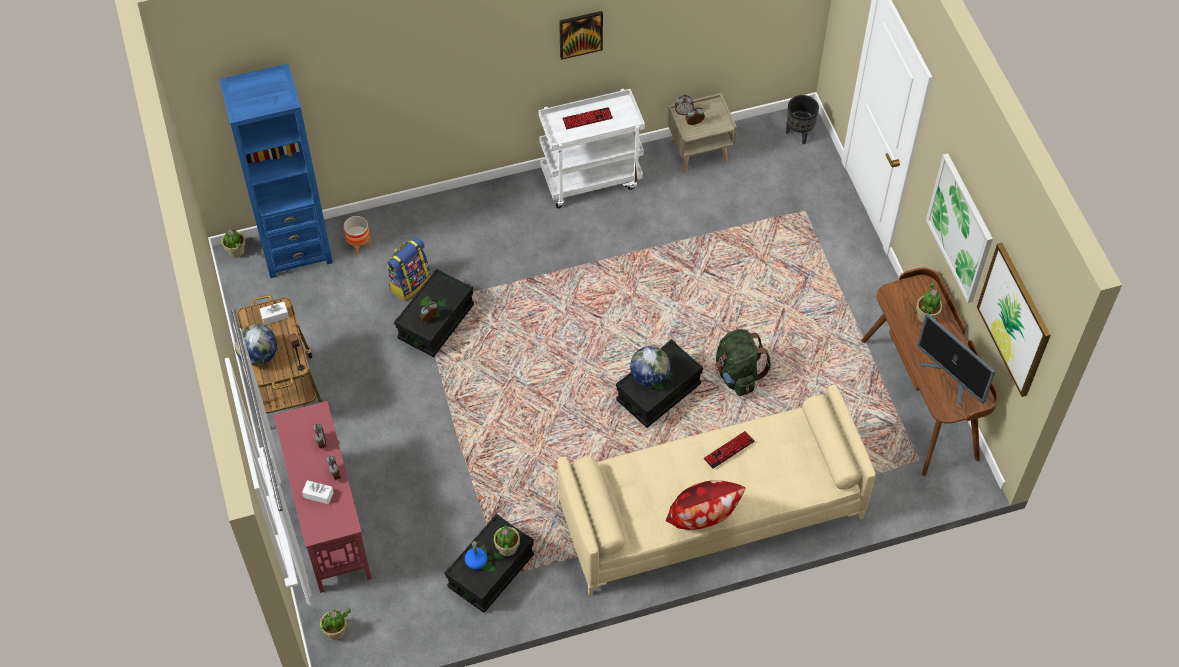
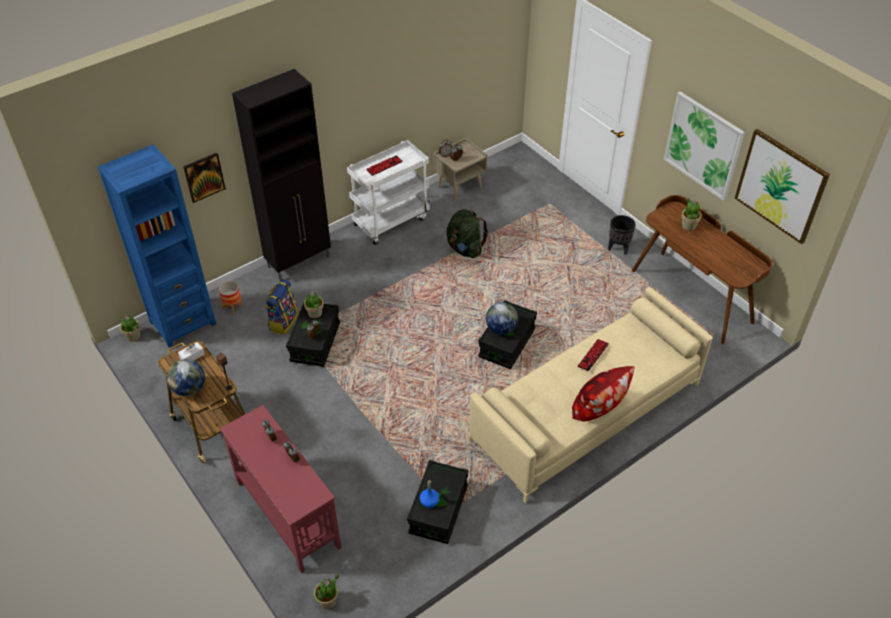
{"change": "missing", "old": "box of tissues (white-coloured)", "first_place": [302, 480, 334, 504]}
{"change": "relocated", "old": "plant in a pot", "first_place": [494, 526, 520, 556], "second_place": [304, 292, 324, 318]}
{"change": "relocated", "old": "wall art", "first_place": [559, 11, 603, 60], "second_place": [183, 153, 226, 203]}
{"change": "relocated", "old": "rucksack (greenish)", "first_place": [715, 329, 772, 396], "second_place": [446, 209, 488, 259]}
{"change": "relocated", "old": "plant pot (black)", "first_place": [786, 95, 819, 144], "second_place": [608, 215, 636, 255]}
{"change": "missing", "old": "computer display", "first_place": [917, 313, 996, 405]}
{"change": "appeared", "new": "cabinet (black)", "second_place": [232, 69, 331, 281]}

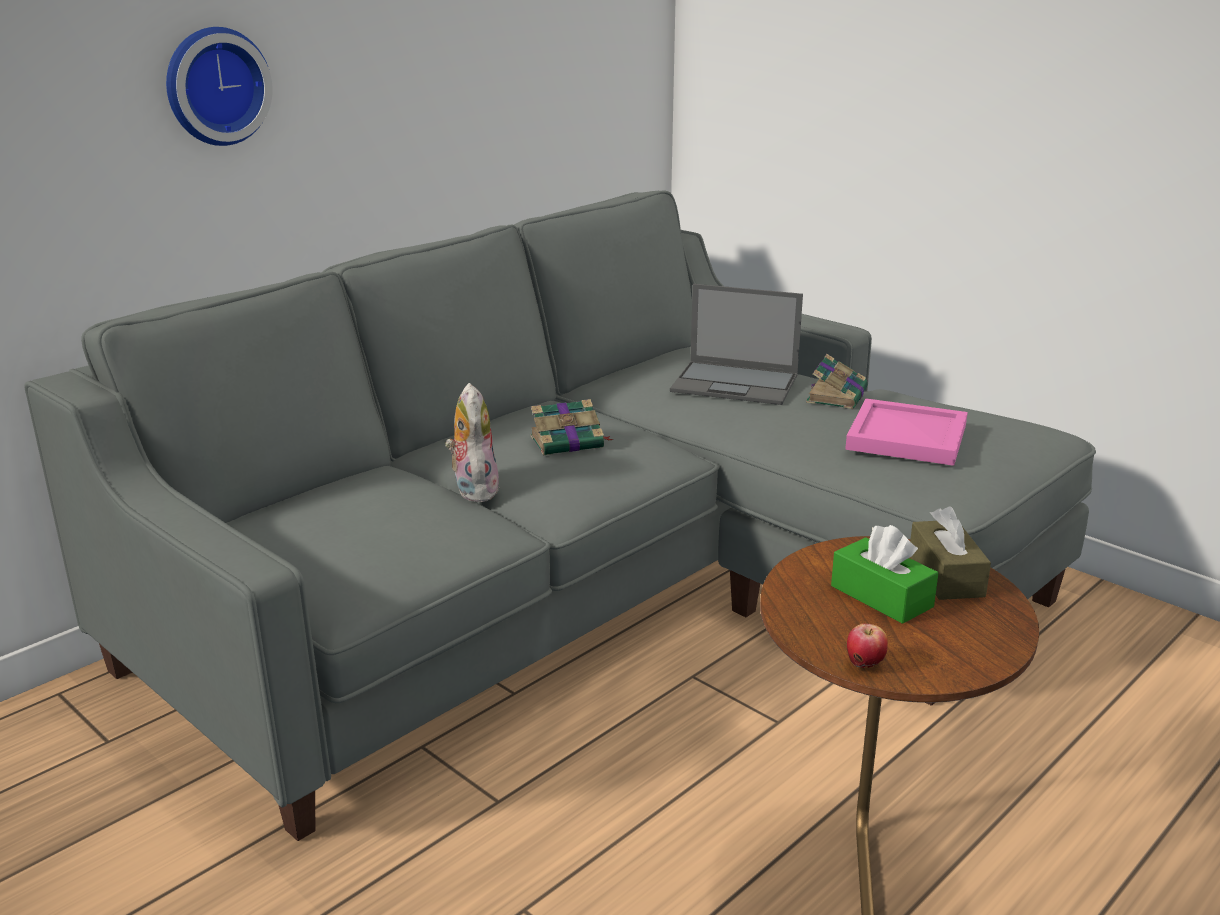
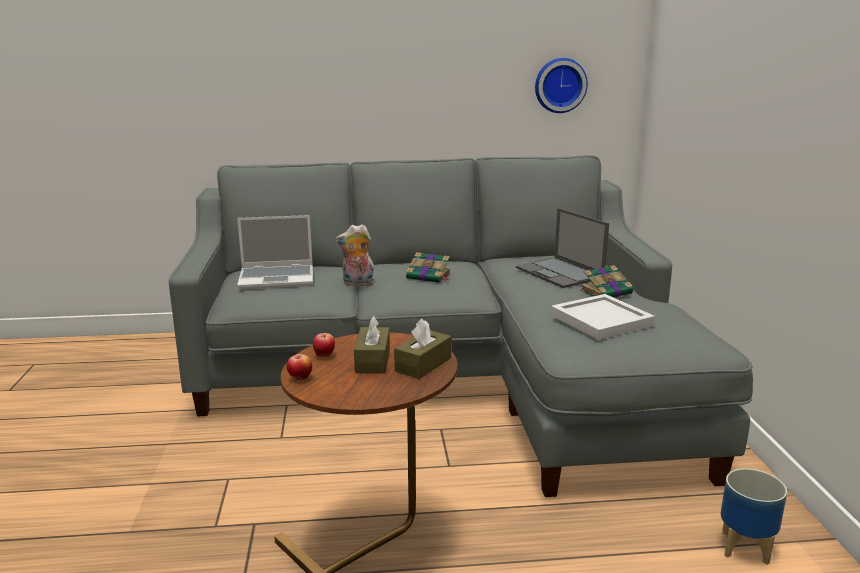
{"change": "relocated", "old": "hanging clock", "first_place": [166, 27, 273, 146], "second_place": [535, 58, 588, 113]}
{"change": "spun", "old": "soft toy", "first_place": [445, 383, 500, 502], "second_place": [336, 224, 375, 286], "degrees": -120}
{"change": "colour", "old": "box of tissues (greenish)", "new": "box of tissues (brown-coloured)", "first_place": [831, 525, 938, 624], "second_place": [354, 315, 390, 373]}
{"change": "colour", "old": "tray (pink)", "new": "tray (white-coloured)", "first_place": [845, 399, 968, 466], "second_place": [551, 294, 655, 340]}
{"change": "appeared", "new": "portable computer", "second_place": [237, 215, 313, 290]}
{"change": "appeared", "new": "apple fruit", "second_place": [313, 333, 335, 357]}
{"change": "appeared", "new": "plant pot", "second_place": [721, 468, 787, 565]}

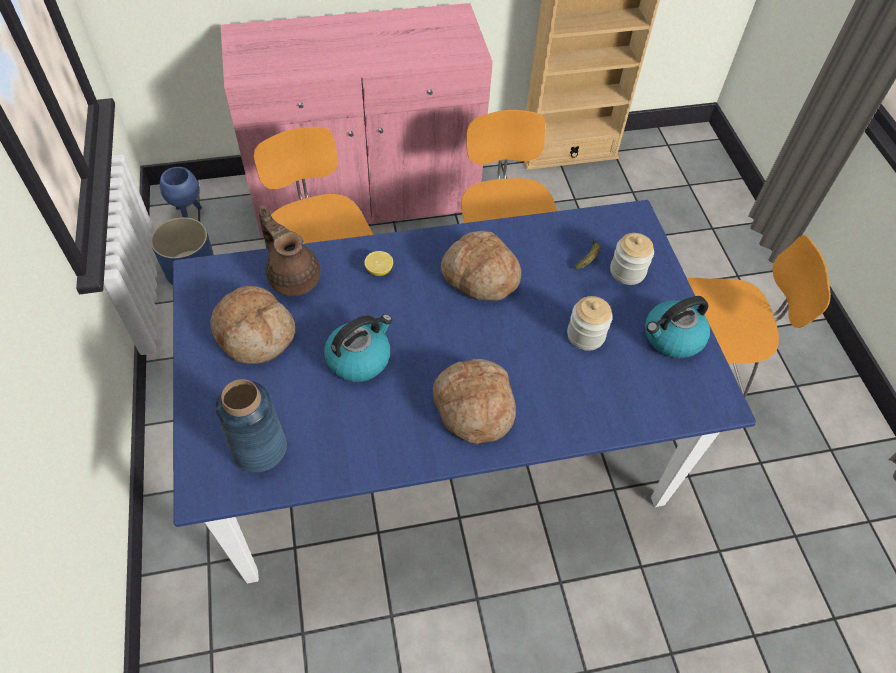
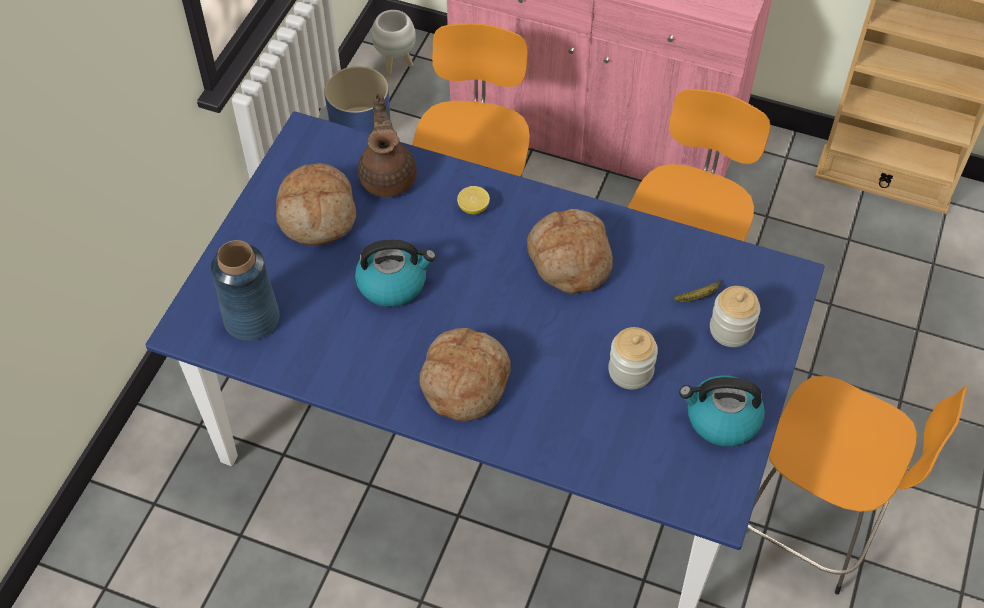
{"change": "colour", "old": "plant pot (blue)", "new": "plant pot (white-coloured)", "first_place": [160, 167, 202, 218], "second_place": [371, 10, 416, 76]}

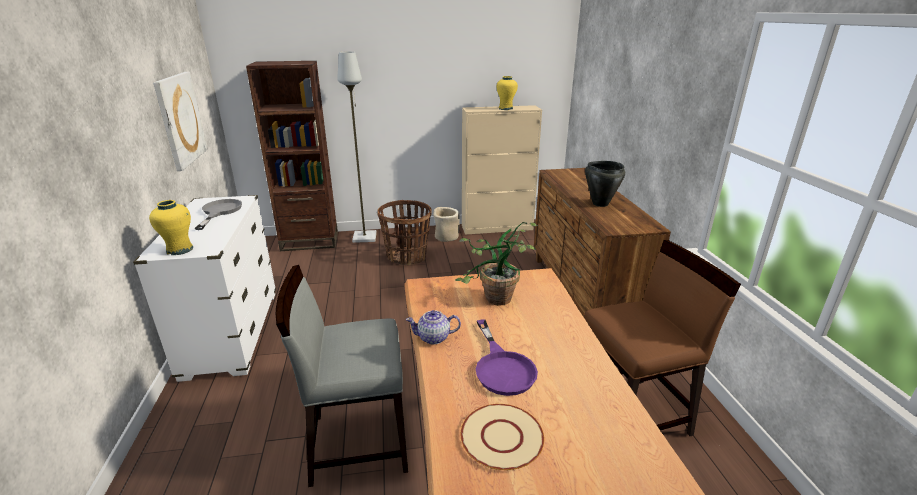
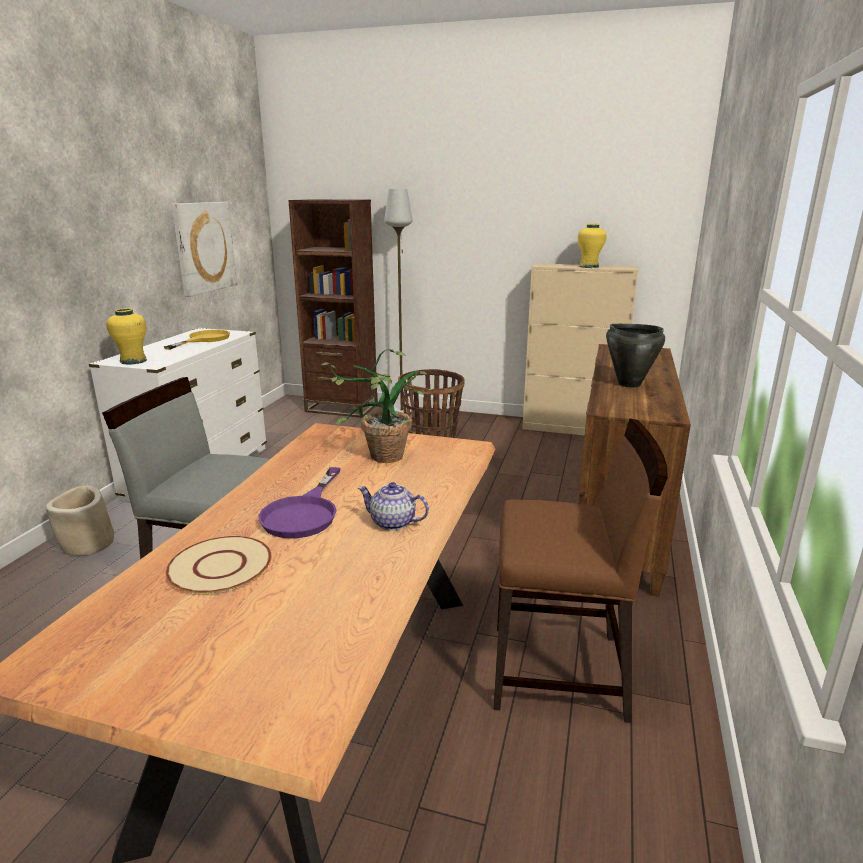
{"change": "colour", "old": "frying pan (gray)", "new": "frying pan (yellow-coloured)", "first_place": [195, 199, 242, 230], "second_place": [164, 330, 230, 350]}
{"change": "relocated", "old": "pot for tea", "first_place": [406, 310, 461, 345], "second_place": [358, 482, 429, 531]}
{"change": "relocated", "old": "plant pot (sand-coloured)", "first_place": [433, 207, 460, 242], "second_place": [45, 486, 114, 556]}

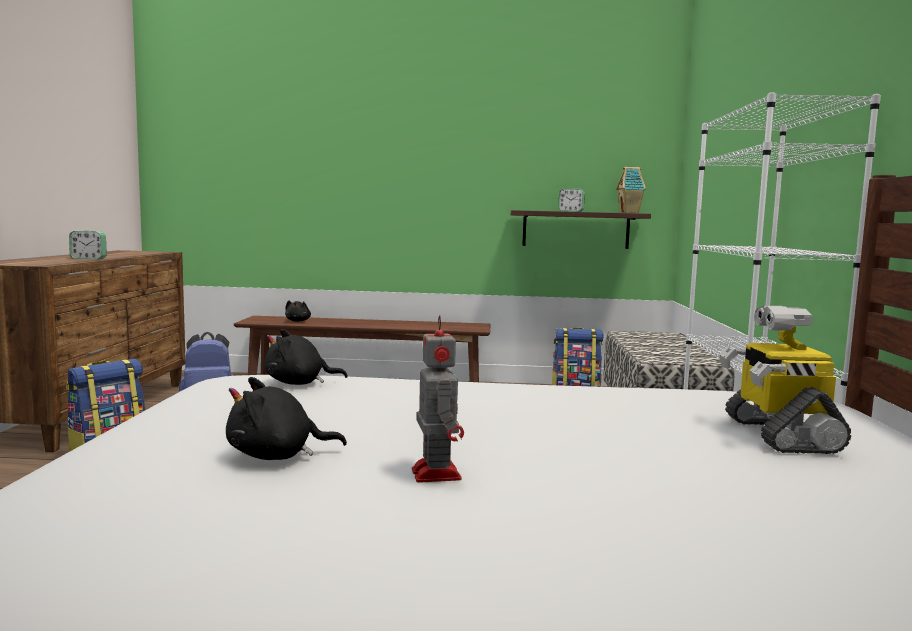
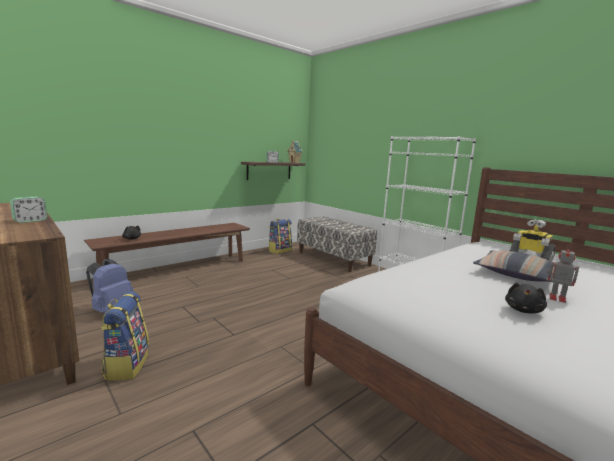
{"change": "missing", "old": "soft toy (black)", "first_place": [264, 329, 348, 385]}
{"change": "appeared", "new": "pillow", "second_place": [473, 250, 554, 282]}

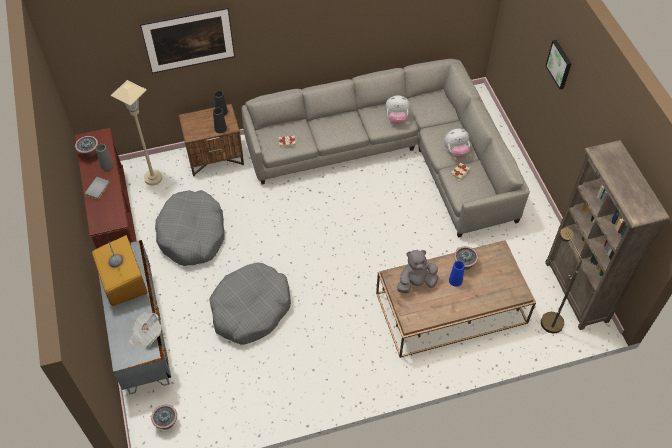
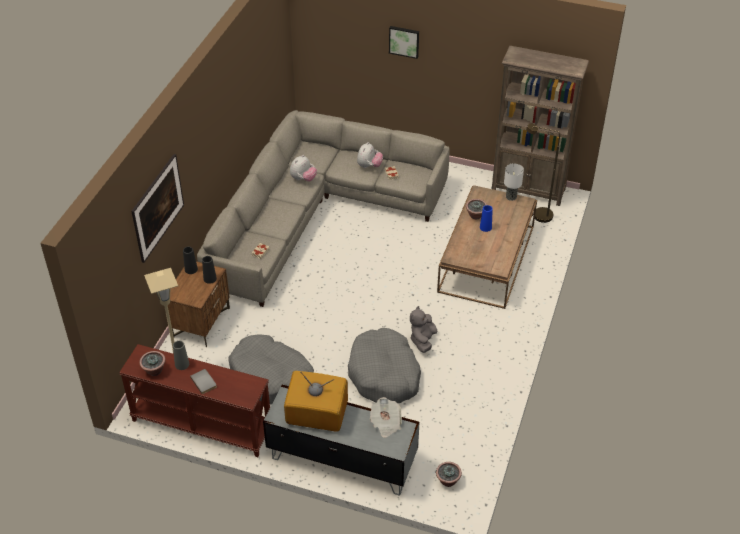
{"change": "relocated", "old": "soft toy (gray)", "first_place": [397, 250, 439, 293], "second_place": [410, 306, 437, 353]}
{"change": "appeared", "new": "tabletop lamp", "second_place": [504, 163, 524, 201]}

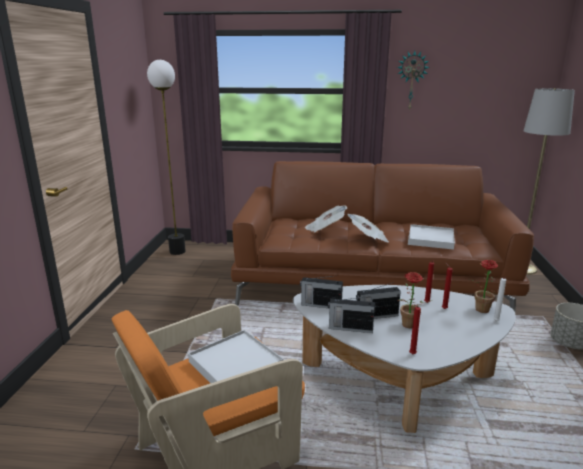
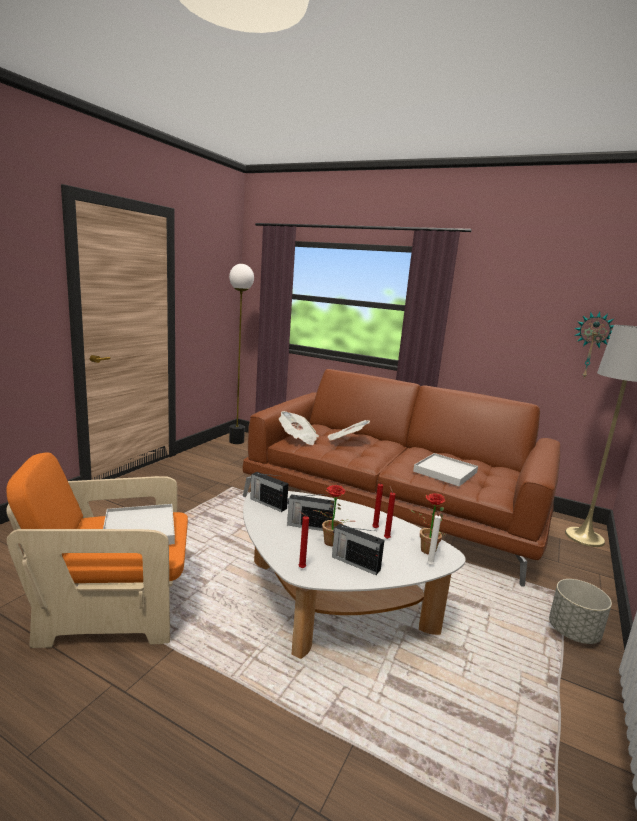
{"change": "relocated", "old": "radio receiver", "first_place": [328, 296, 375, 333], "second_place": [332, 524, 384, 575]}
{"change": "relocated", "old": "daily paper", "first_place": [347, 214, 390, 243], "second_place": [279, 411, 319, 445]}
{"change": "relocated", "old": "hanging clock", "first_place": [397, 51, 430, 111], "second_place": [574, 312, 614, 378]}

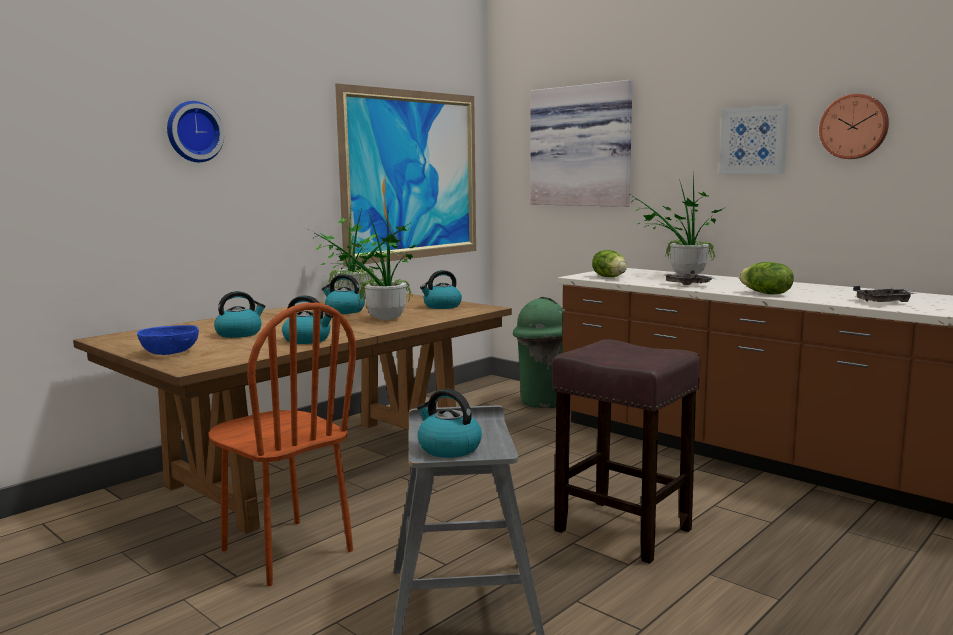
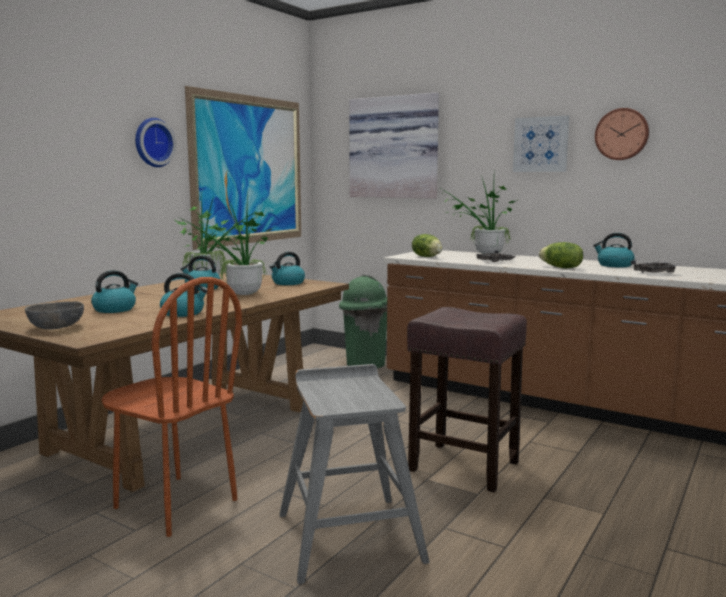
{"change": "colour", "old": "bowl (blue)", "new": "bowl (gray)", "first_place": [137, 325, 199, 355], "second_place": [25, 301, 84, 329]}
{"change": "relocated", "old": "hanging clock", "first_place": [167, 101, 224, 162], "second_place": [135, 118, 176, 167]}
{"change": "relocated", "old": "water kettle", "first_place": [417, 389, 482, 458], "second_place": [593, 233, 635, 267]}

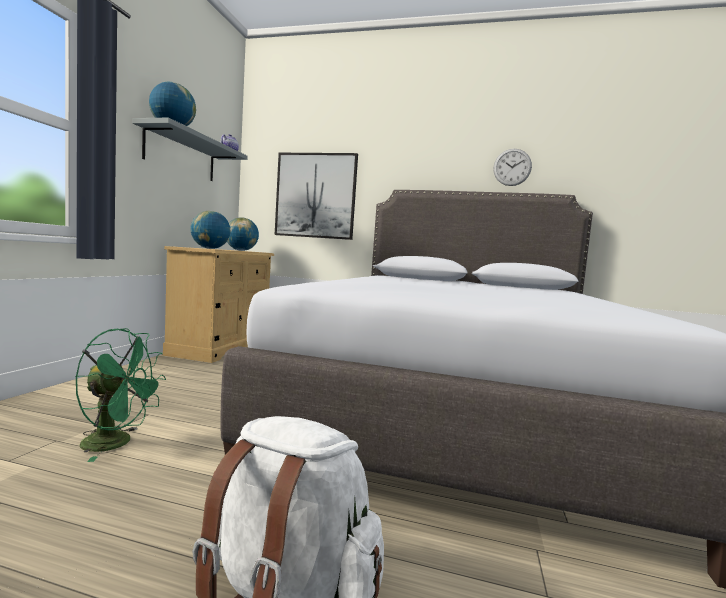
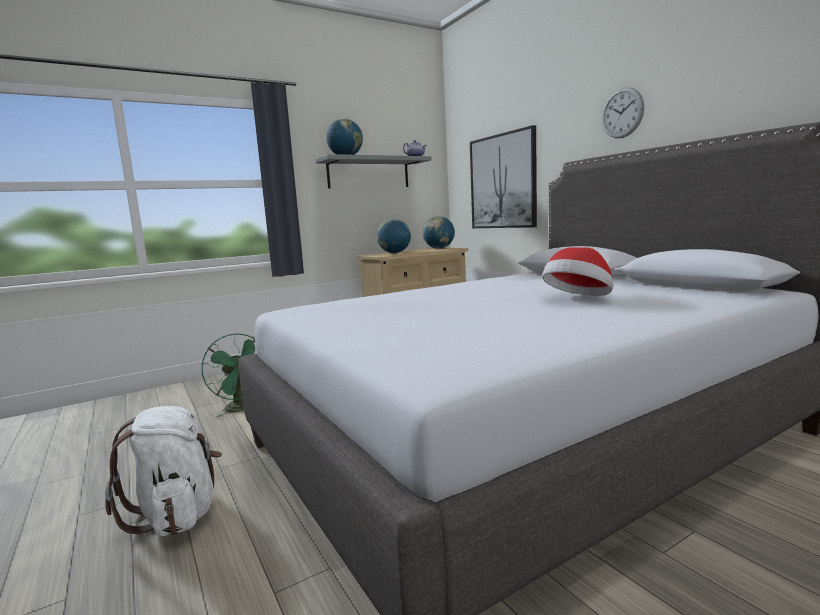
{"change": "relocated", "old": "hanging clock", "first_place": [493, 149, 532, 186], "second_place": [602, 87, 644, 138]}
{"change": "appeared", "new": "clothing hat", "second_place": [542, 247, 614, 296]}

